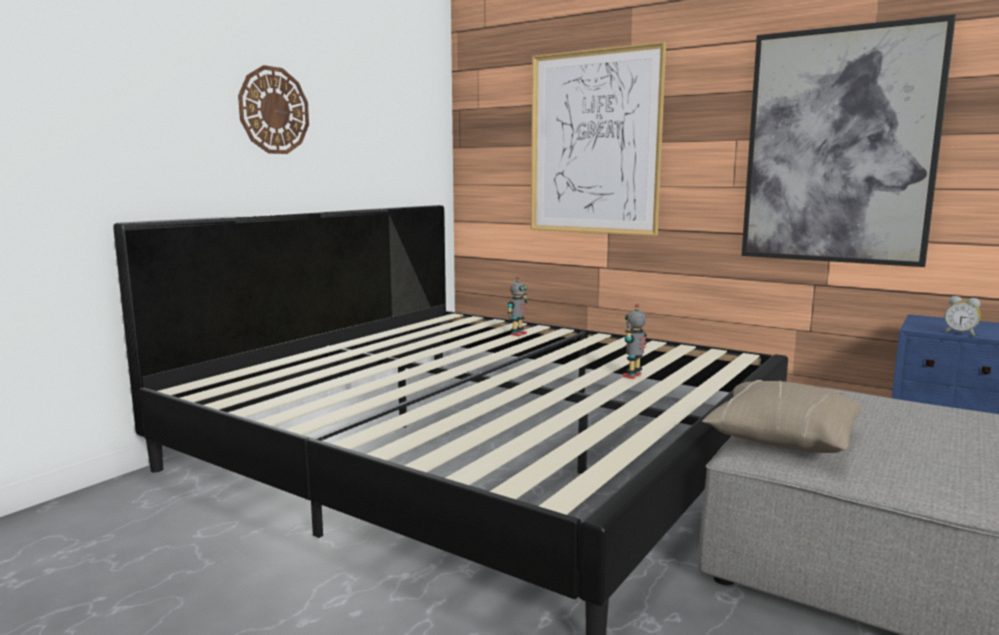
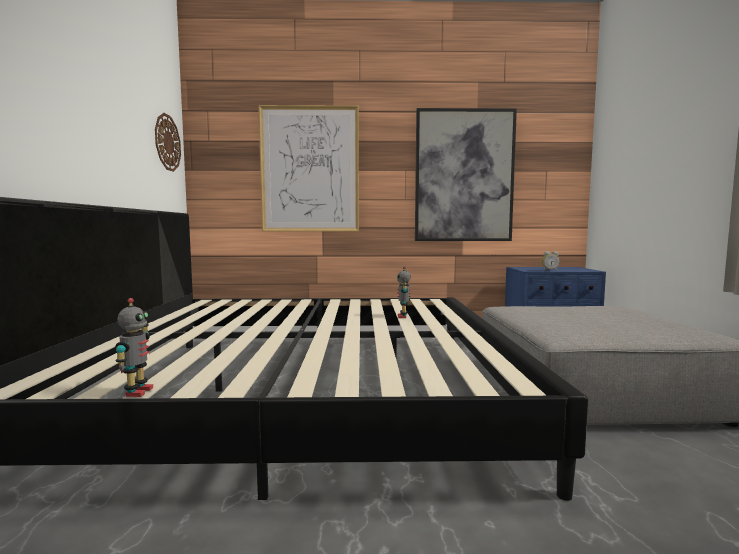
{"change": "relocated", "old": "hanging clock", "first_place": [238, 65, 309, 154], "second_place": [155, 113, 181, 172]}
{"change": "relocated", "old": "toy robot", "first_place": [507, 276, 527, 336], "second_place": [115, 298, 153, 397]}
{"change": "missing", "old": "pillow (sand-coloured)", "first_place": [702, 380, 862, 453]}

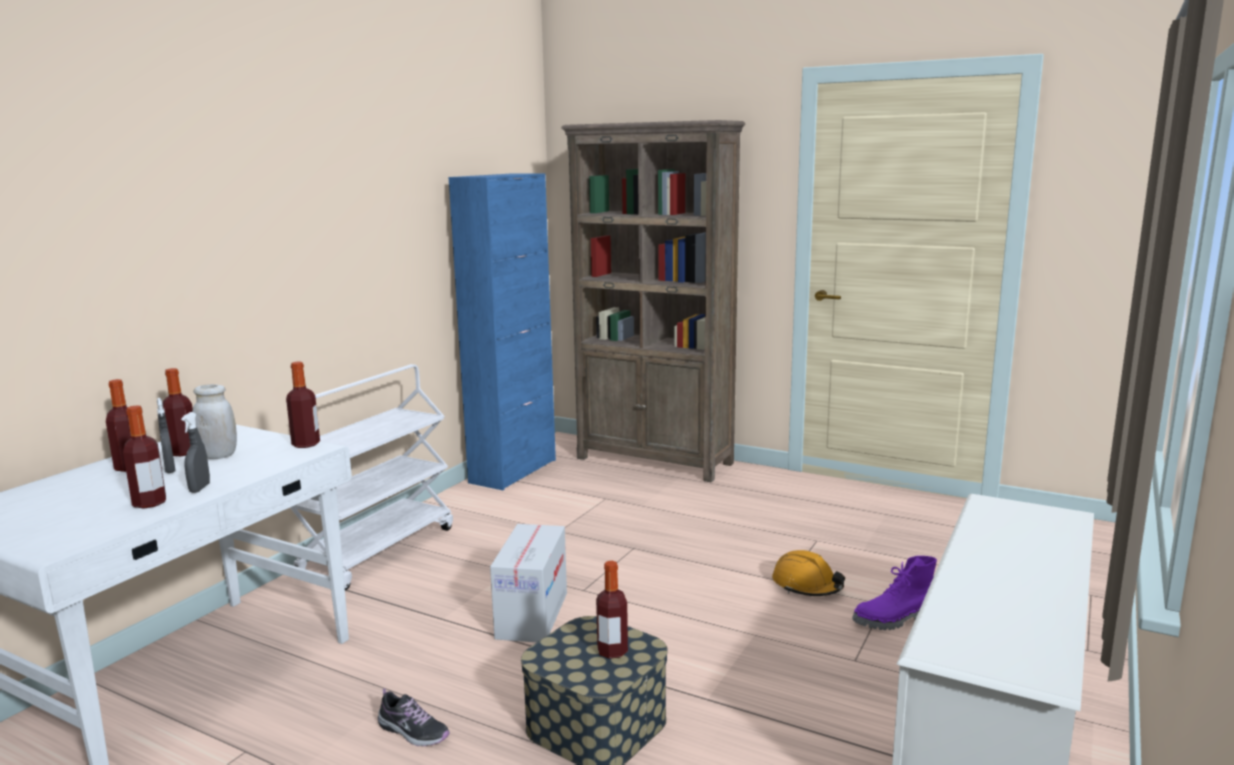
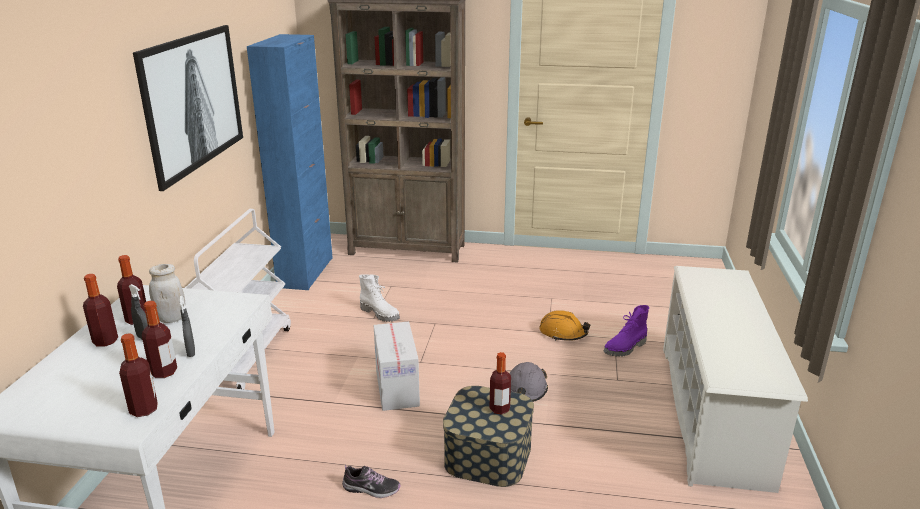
{"change": "relocated", "old": "bottle", "first_place": [286, 362, 320, 448], "second_place": [119, 333, 158, 417]}
{"change": "appeared", "new": "wall art", "second_place": [133, 25, 243, 191]}
{"change": "appeared", "new": "tall boot (white-coloured)", "second_place": [359, 274, 400, 322]}
{"change": "appeared", "new": "hard hat (gray)", "second_place": [509, 362, 548, 402]}

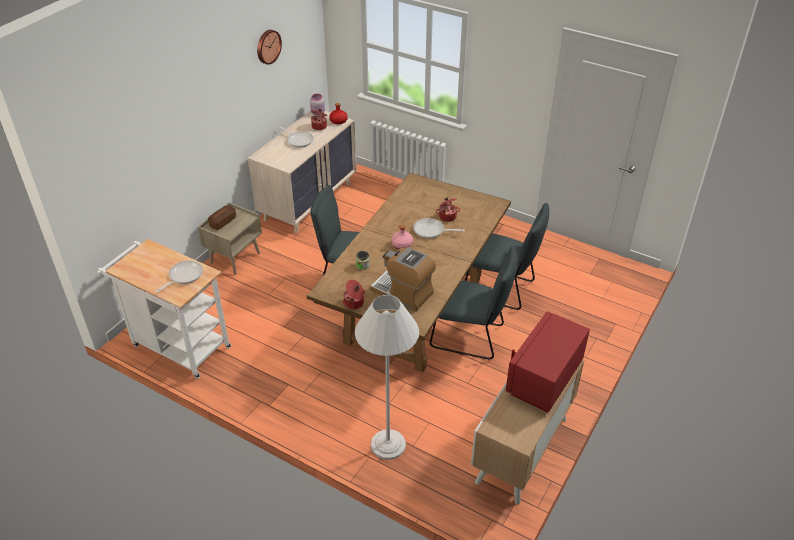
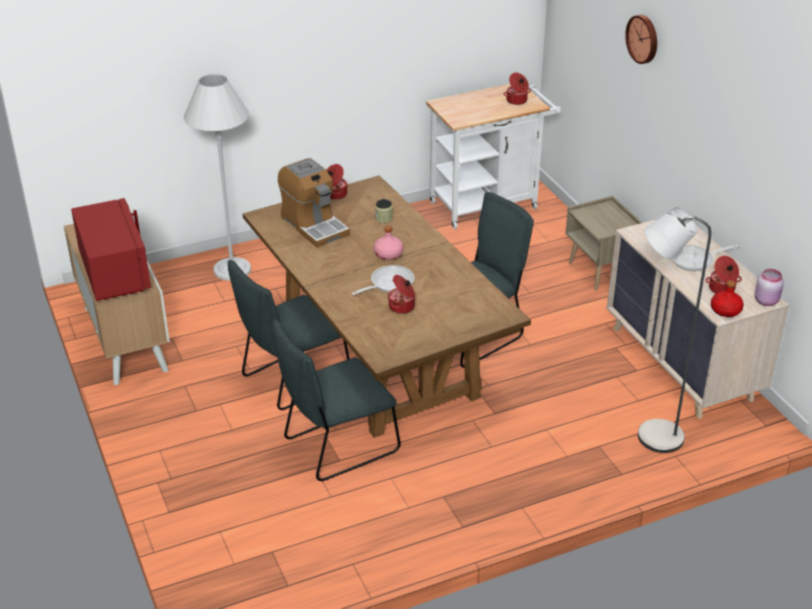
{"change": "missing", "old": "frying pan", "first_place": [155, 261, 203, 293]}
{"change": "missing", "old": "baked bread", "first_place": [208, 206, 236, 230]}
{"change": "relocated", "old": "hanging clock", "first_place": [257, 30, 282, 65], "second_place": [625, 15, 657, 64]}
{"change": "spun", "old": "coffee maker", "first_place": [370, 247, 436, 311], "second_place": [278, 158, 350, 248], "degrees": 75}
{"change": "appeared", "new": "stockpot", "second_place": [504, 73, 531, 105]}
{"change": "appeared", "new": "floor lamp (gray)", "second_place": [638, 207, 712, 453]}

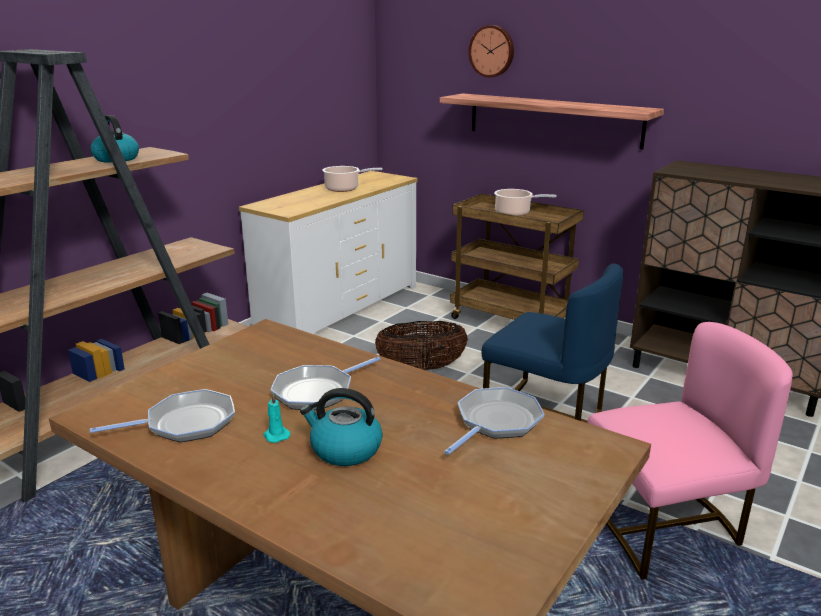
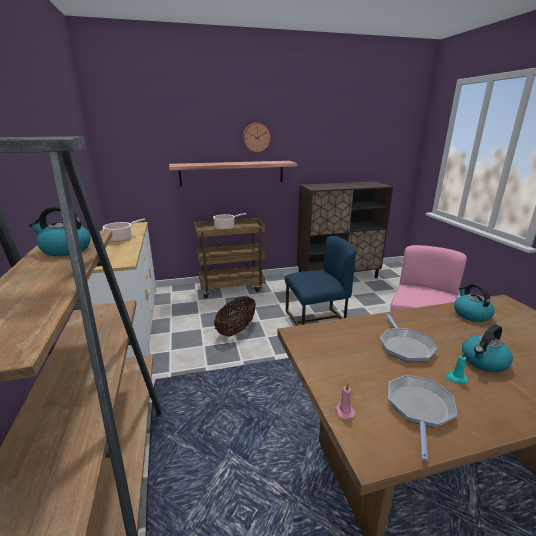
{"change": "exchanged", "old": "frying pan", "new": "water kettle", "first_place": [444, 387, 545, 455], "second_place": [454, 284, 495, 322]}
{"change": "relocated", "old": "hanging clock", "first_place": [468, 25, 514, 77], "second_place": [243, 123, 271, 153]}
{"change": "appeared", "new": "candle (pink)", "second_place": [335, 383, 355, 420]}

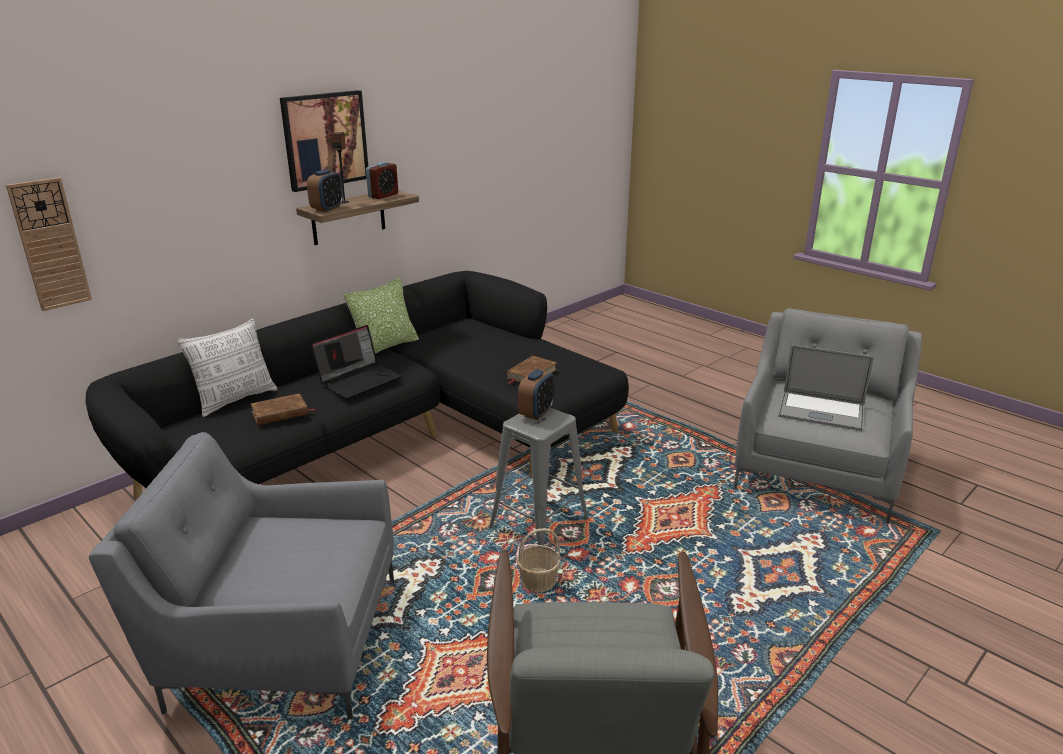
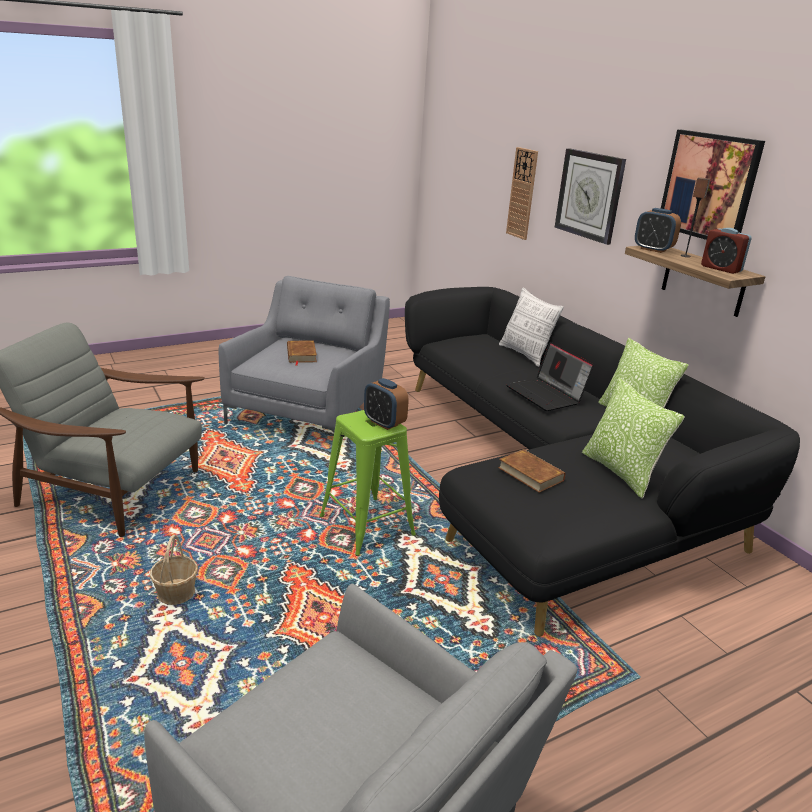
{"change": "relocated", "old": "bound book (brown-coloured)", "first_place": [251, 393, 315, 425], "second_place": [287, 341, 317, 366]}
{"change": "colour", "old": "stool (gray)", "new": "stool (greenish)", "first_place": [488, 408, 589, 546], "second_place": [320, 410, 416, 556]}
{"change": "relocated", "old": "household basket", "first_place": [516, 528, 561, 592], "second_place": [150, 535, 198, 605]}
{"change": "missing", "old": "portable computer", "first_place": [778, 345, 874, 431]}
{"change": "appeared", "new": "hanging clock", "second_place": [555, 148, 626, 245]}
{"change": "appeared", "new": "pillow", "second_place": [582, 378, 685, 498]}

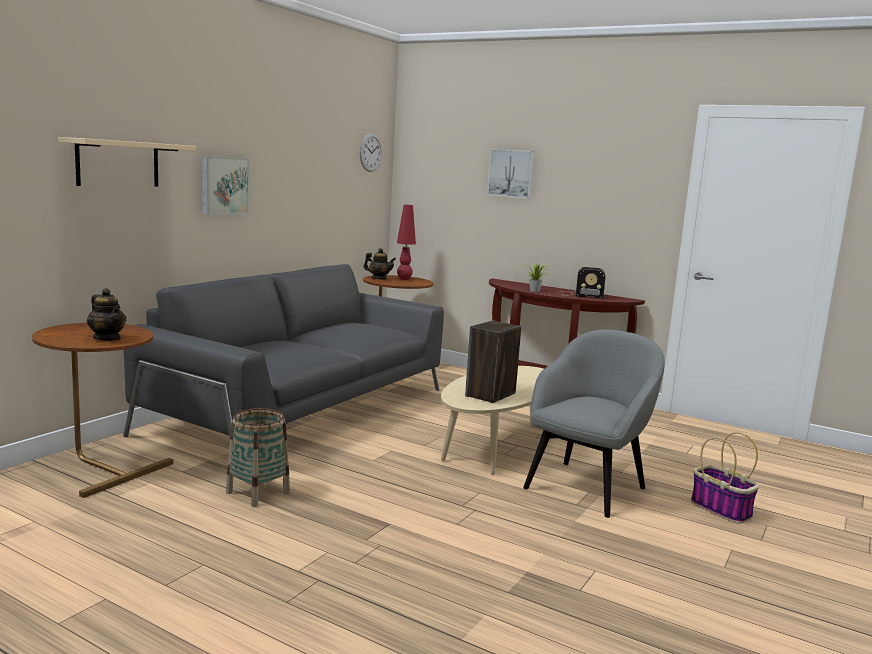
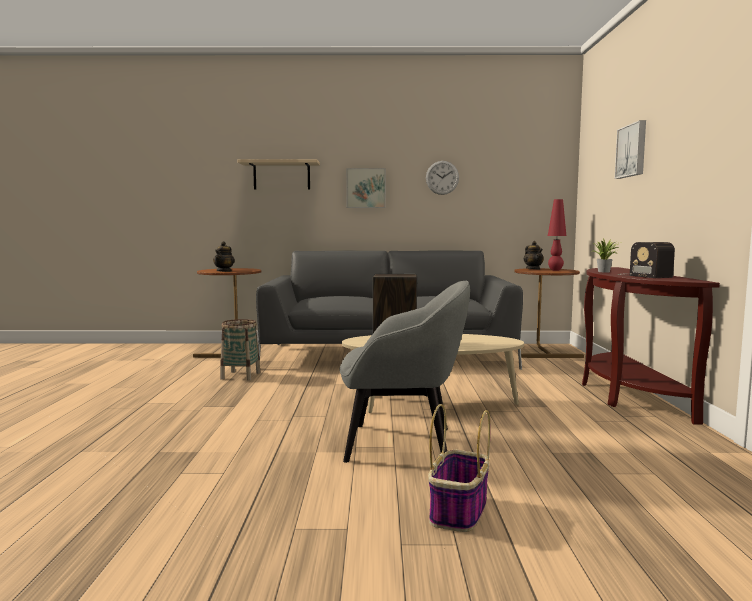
{"change": "relocated", "old": "hanging clock", "first_place": [360, 133, 382, 172], "second_place": [426, 161, 459, 195]}

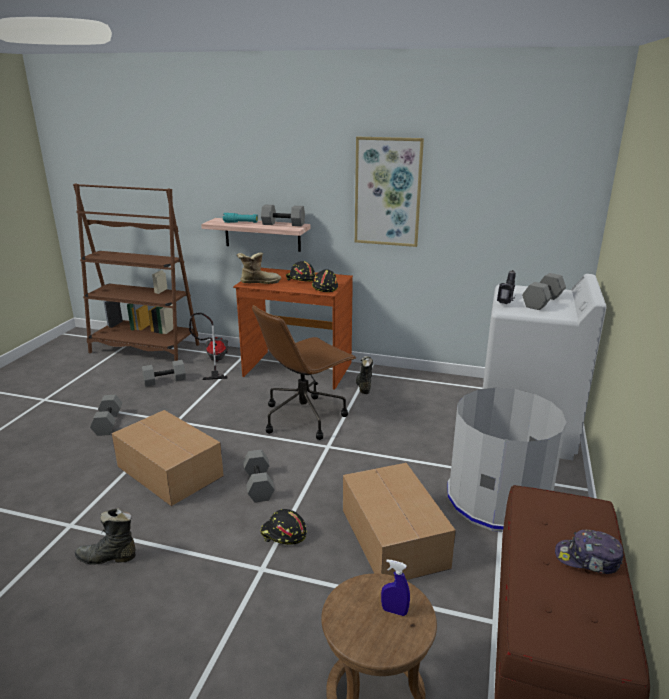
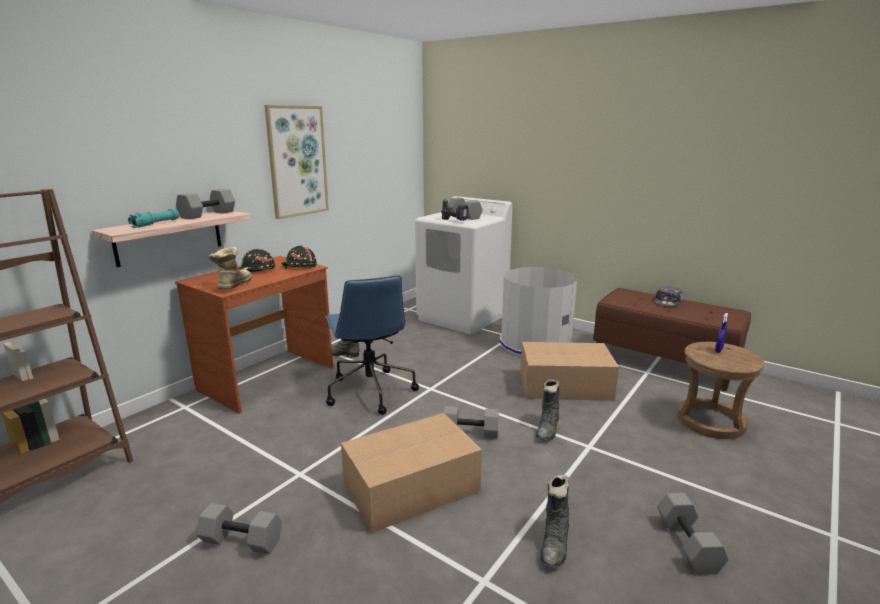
{"change": "relocated", "old": "dumbbell (gray)", "first_place": [142, 360, 186, 387], "second_place": [657, 493, 729, 575]}
{"change": "missing", "old": "vacuum", "first_place": [189, 313, 228, 380]}
{"change": "colour", "old": "desk chair (brown-coloured)", "new": "desk chair (blue)", "first_place": [252, 305, 356, 440], "second_place": [326, 275, 419, 415]}
{"change": "exchanged", "old": "hard hat (black)", "new": "tall boot (black)", "first_place": [260, 509, 307, 545], "second_place": [536, 379, 560, 441]}

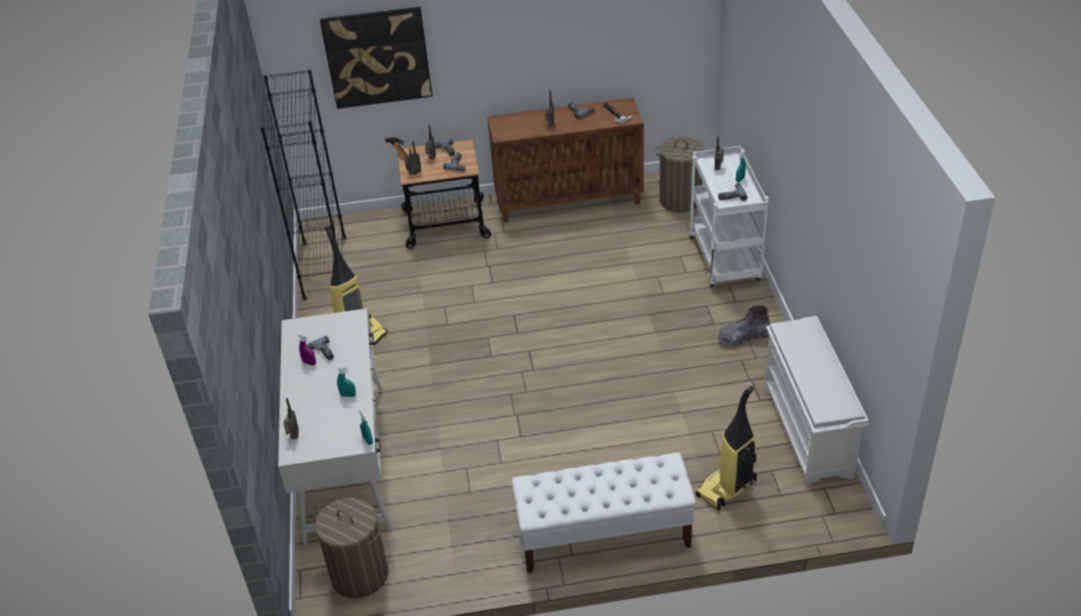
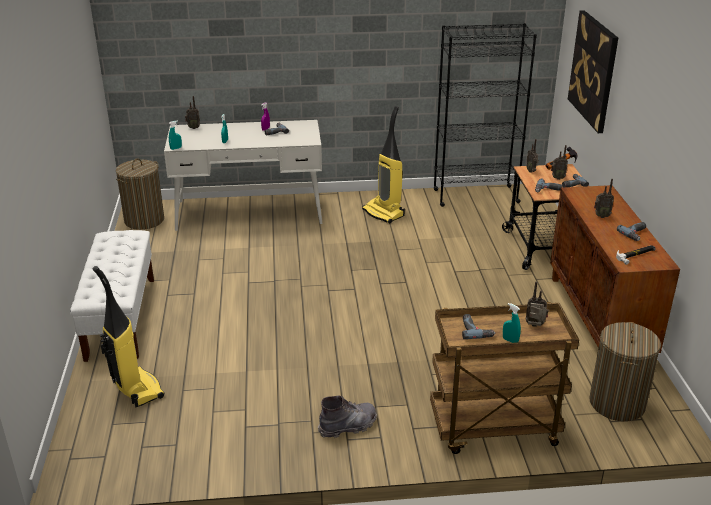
{"change": "colour", "old": "trolley (white-coloured)", "new": "trolley (brown-coloured)", "first_place": [689, 146, 769, 287], "second_place": [430, 302, 579, 454]}
{"change": "spun", "old": "tall boot (gray)", "first_place": [718, 305, 769, 347], "second_place": [318, 396, 377, 438], "degrees": 75}
{"change": "missing", "old": "shoe rack (white-coloured)", "first_place": [764, 316, 869, 486]}

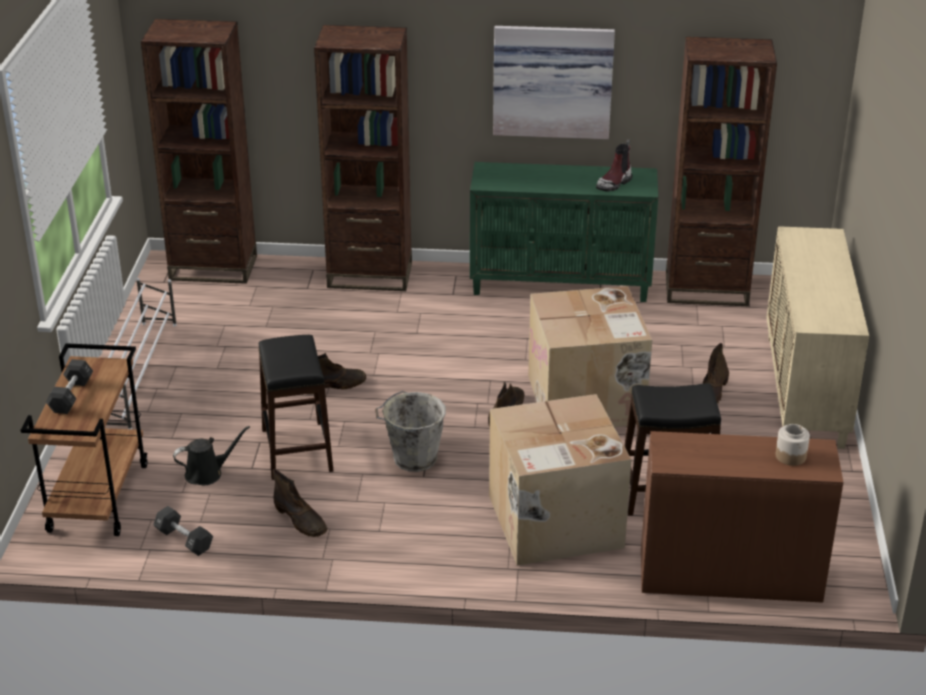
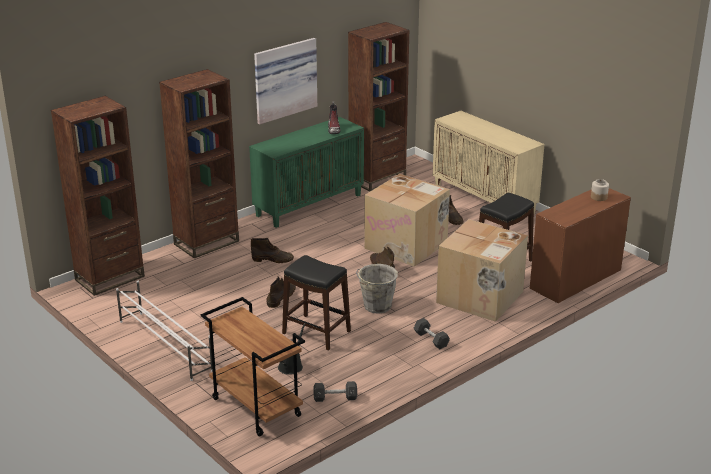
{"change": "relocated", "old": "dumbbell (black)", "first_place": [46, 359, 93, 414], "second_place": [414, 318, 450, 349]}
{"change": "relocated", "old": "tall boot (brown-coloured)", "first_place": [273, 469, 327, 537], "second_place": [251, 237, 294, 263]}

